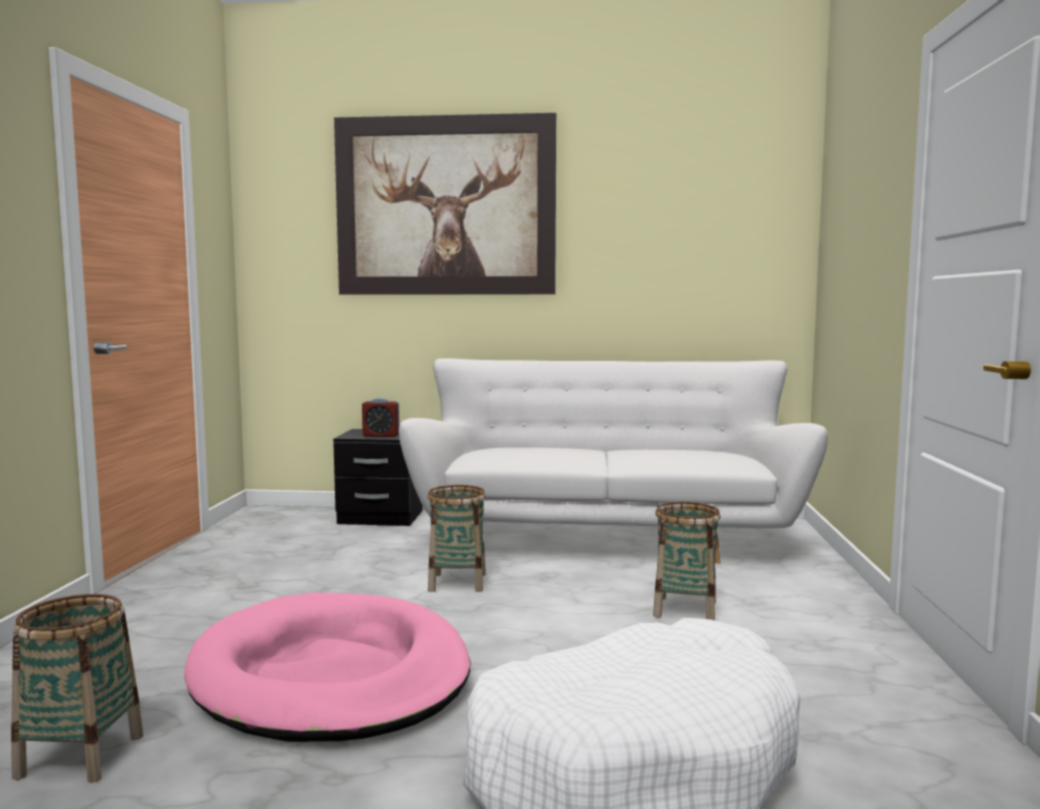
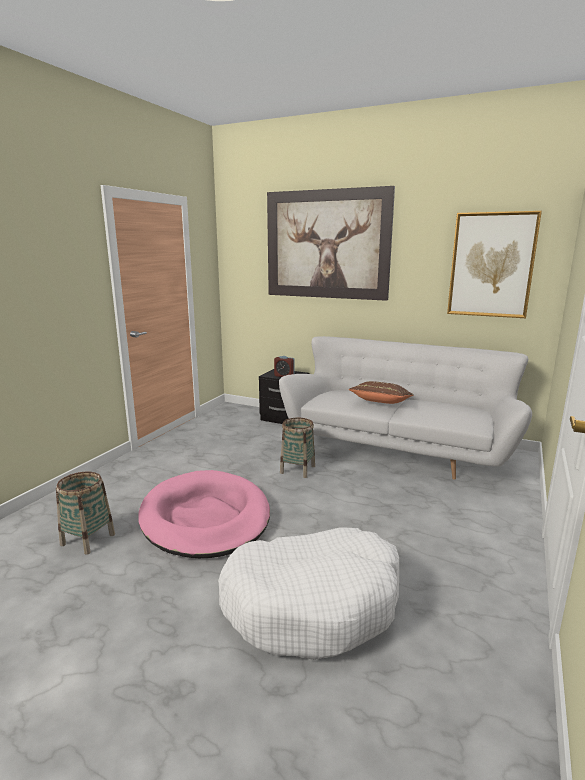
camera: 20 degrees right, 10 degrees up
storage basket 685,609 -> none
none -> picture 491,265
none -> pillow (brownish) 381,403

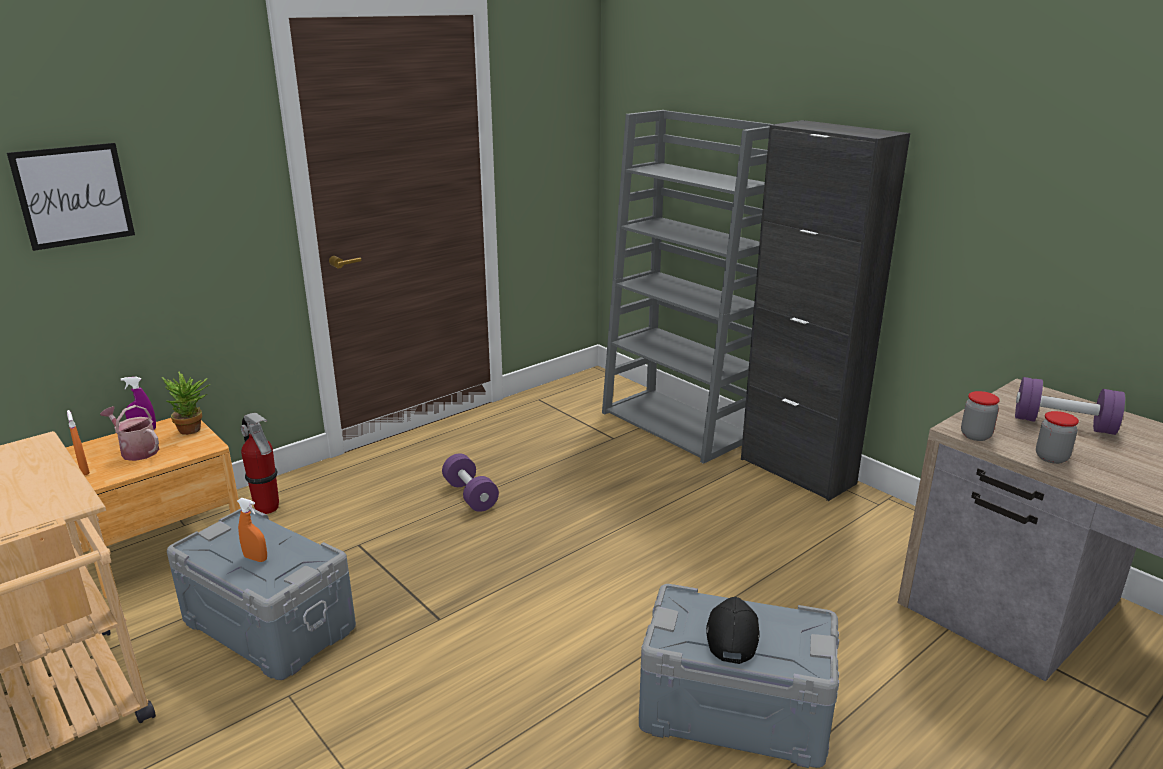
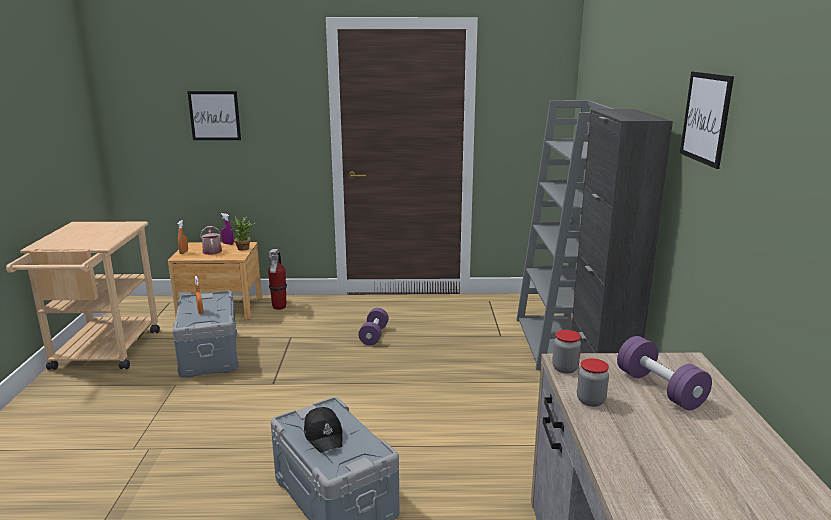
camera: 40 degrees right, 5 degrees down
baseball cap (blackish) 731,635 -> baseball cap (blackish) 324,435, 105 degrees clockwise
none -> picture 706,118

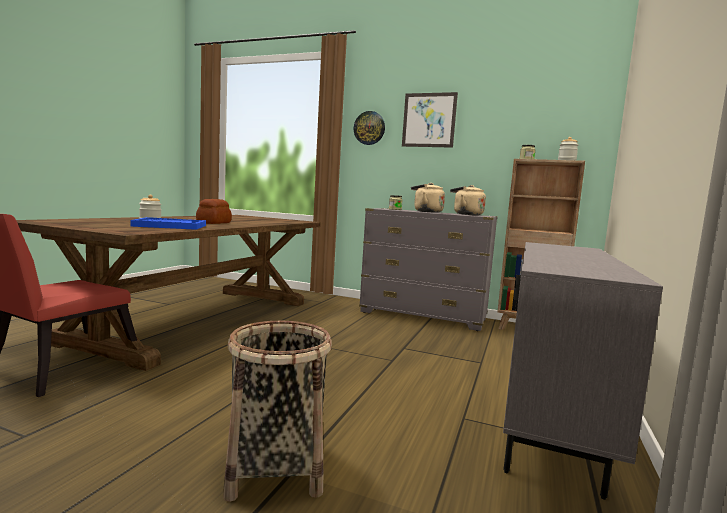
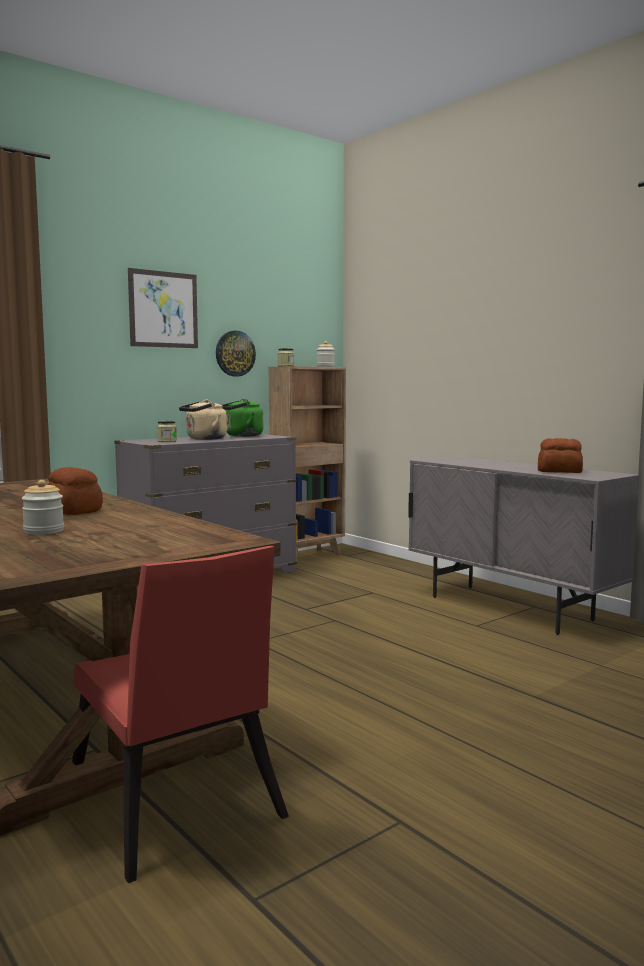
camera: 60 degrees left, 0 degrees up
clock on the wall 369,128 -> clock on the wall 235,353, shifted
tea kettle (sand-coloured) 466,214 -> tea kettle (green-coloured) 241,436
serving tray (blue-coloured) 170,226 -> none
storage basket 276,469 -> none
none -> bakery bread 560,471

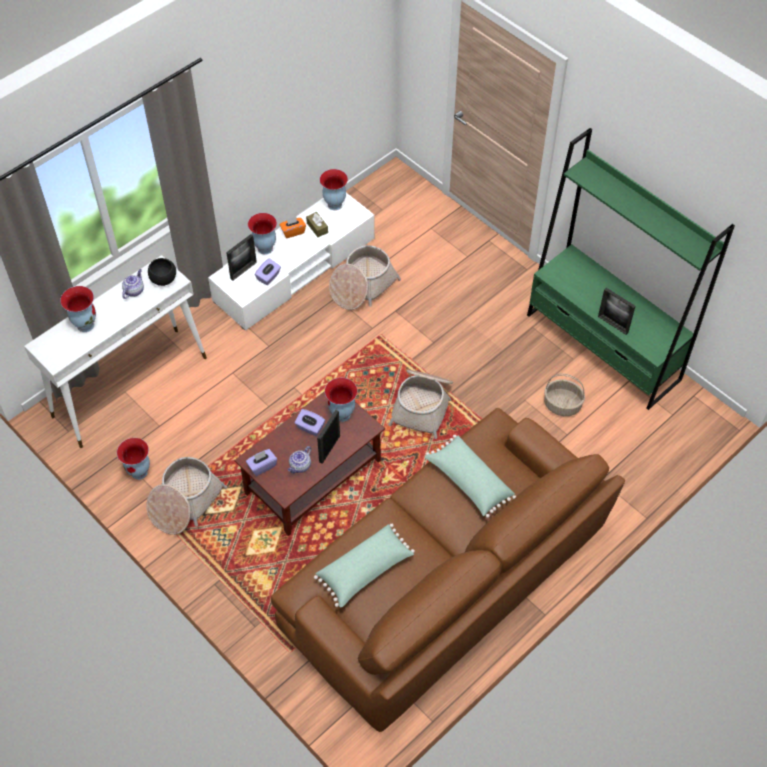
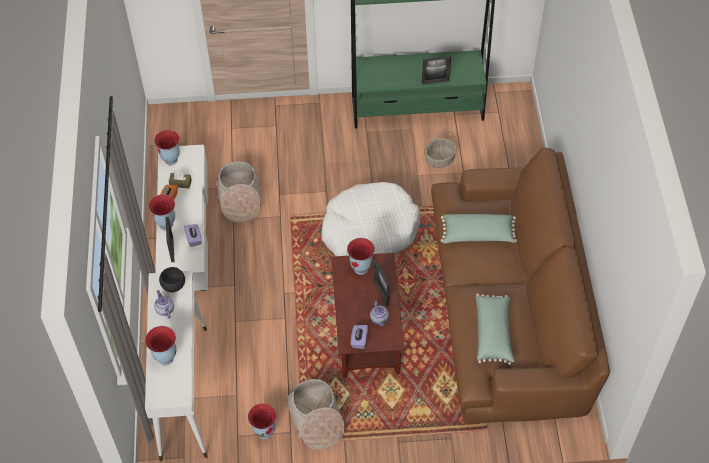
camera: 50 degrees left, 0 degrees up
storage basket 423,405 -> pet bed (whitish) 369,231
tissue holder (purple-coloured) 310,427 -> none

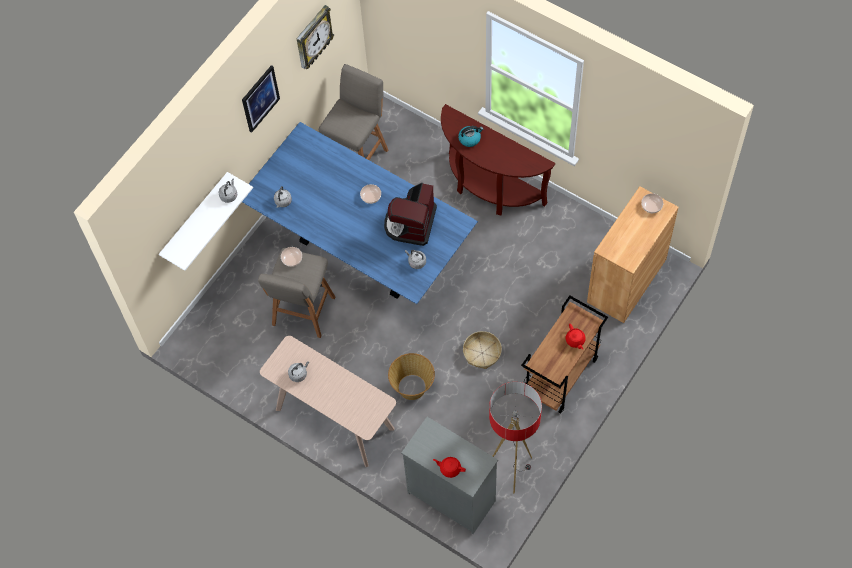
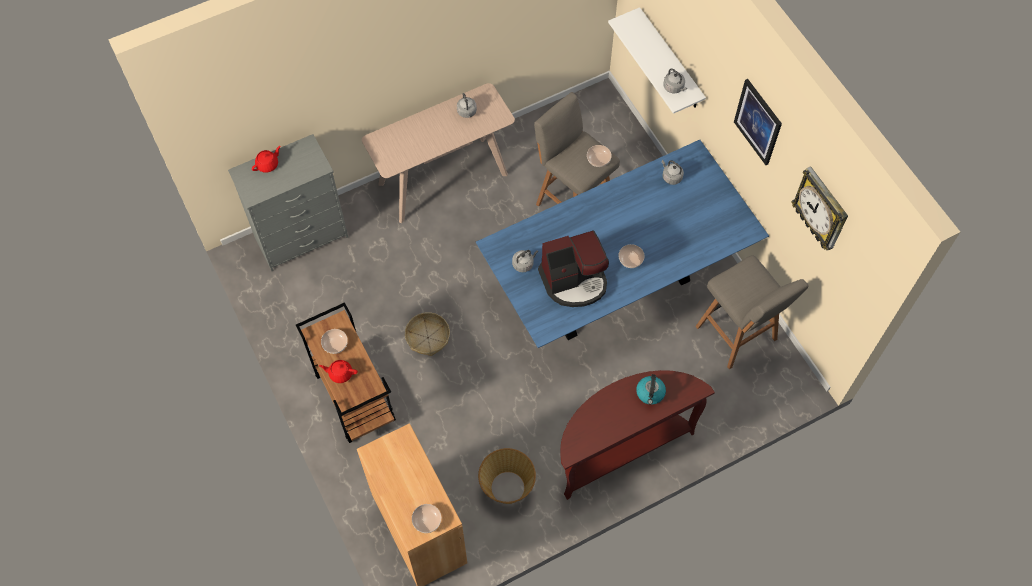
camera: 115 degrees right, 0 degrees up
coffee maker 410,223 -> coffee maker 574,281, 120 degrees clockwise
storage basket 412,387 -> storage basket 507,488, shifted
standard lamp 512,470 -> none
none -> serving bowl 335,343

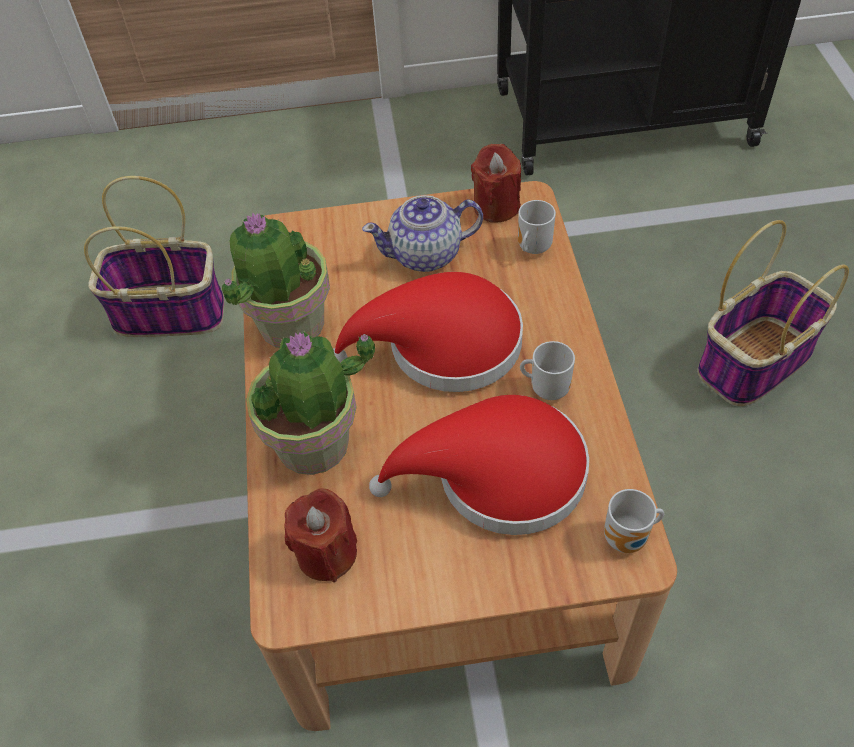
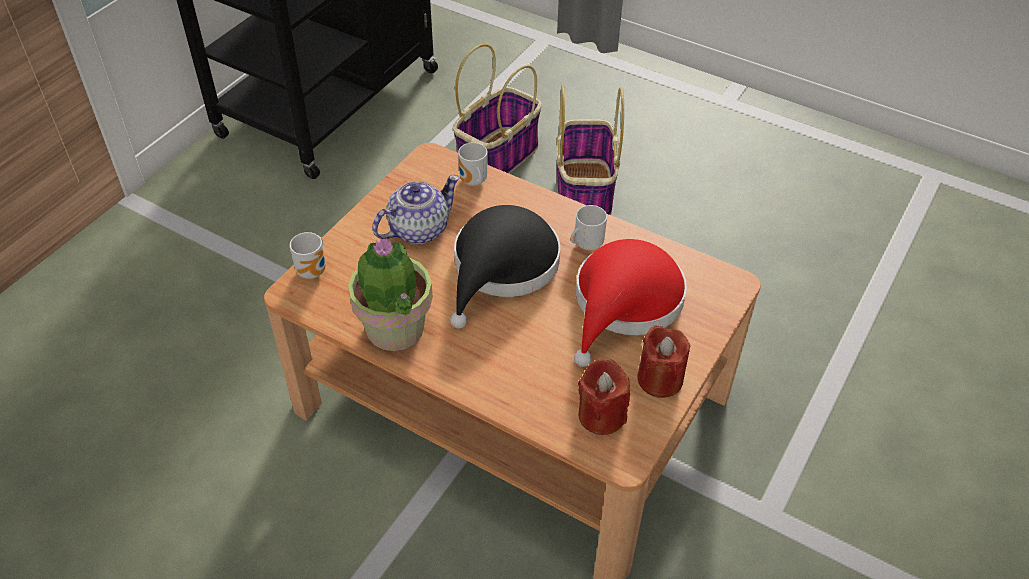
camera: 55 degrees left, 5 degrees down
wax candle (reddish) 496,207 -> wax candle (reddish) 660,379, shifted
storage basket 171,312 -> storage basket 498,156, shifted
teapot 426,254 -> teapot 417,229, 150 degrees counterclockwise
hat (reddish) 443,346 -> hat (blackish) 502,268
potted plant 314,444 -> none
tea mug 628,539 -> tea mug 314,271, shifted

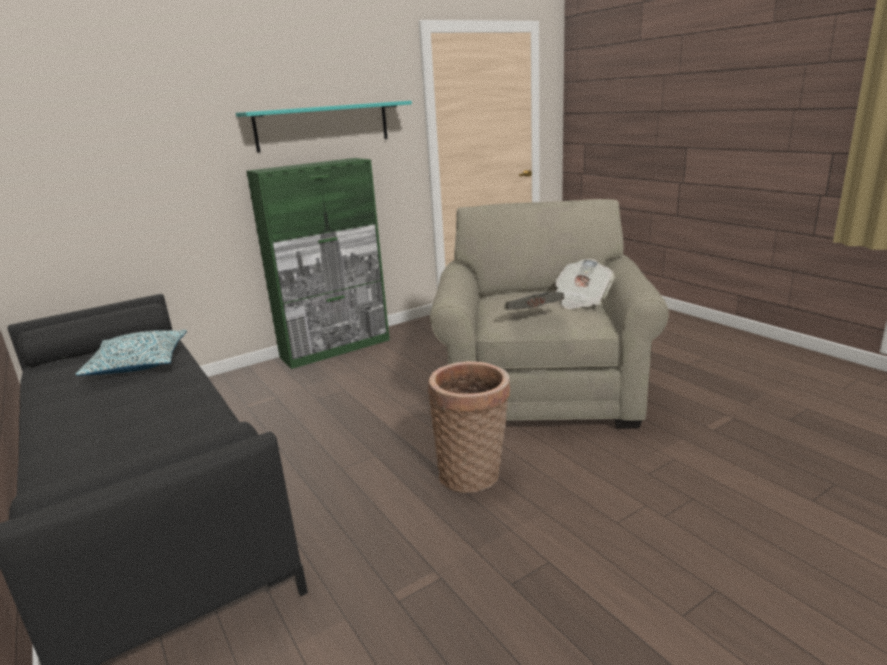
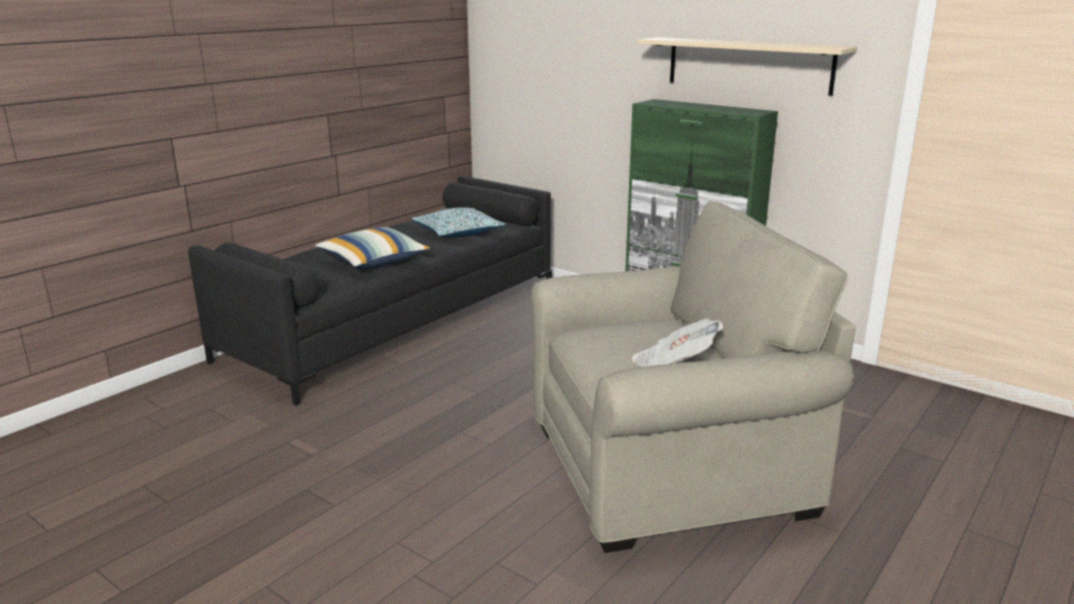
camera: 70 degrees right, 0 degrees up
bracket shelf (turquoise-coloured) 323,126 -> bracket shelf (sand-coloured) 748,65
printed paper 533,318 -> none
storage basket 473,474 -> none
none -> pillow 374,262

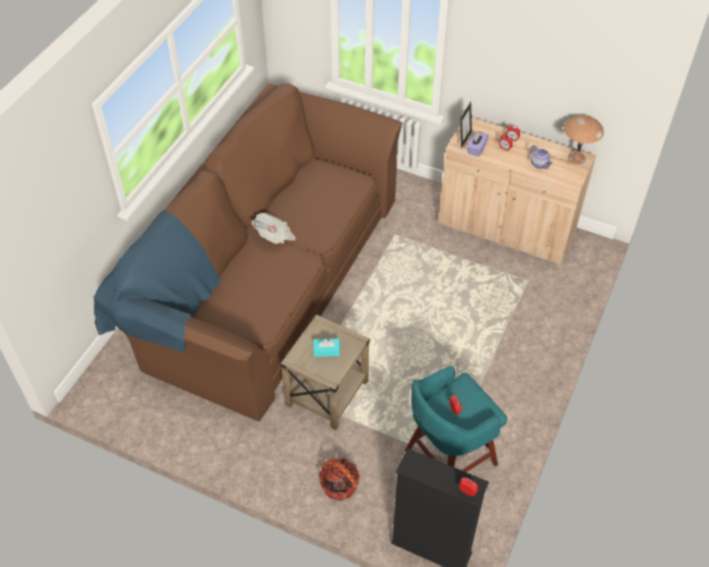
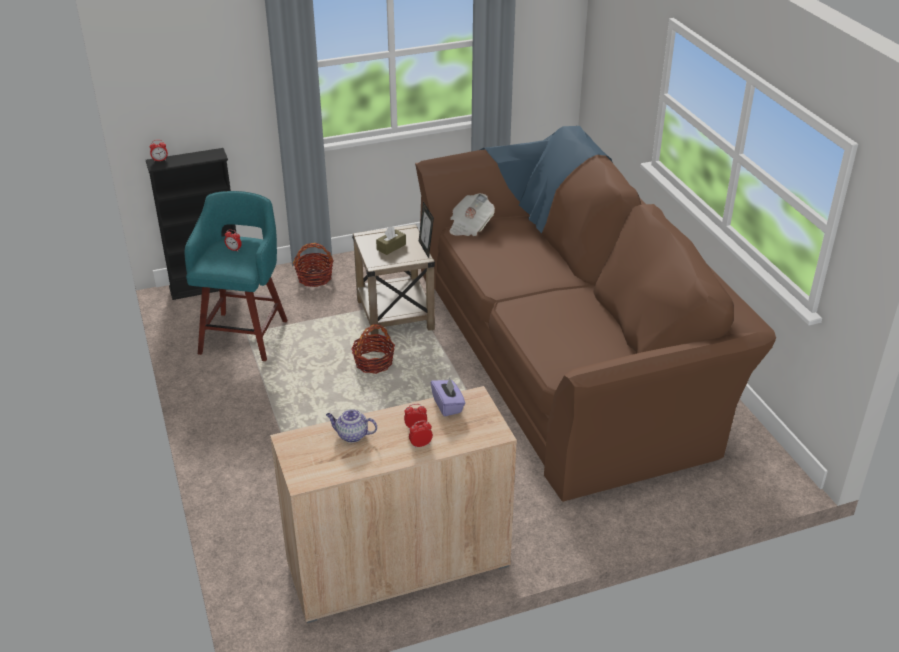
camera: 135 degrees right, 15 degrees down
picture frame 464,139 -> picture frame 426,249, shifted
table lamp (brownish) 576,158 -> none
printed paper 275,236 -> printed paper 469,226, shifted
tissue holder (turquoise-coloured) 326,350 -> tissue holder (brownish) 391,247
none -> storage basket 373,362

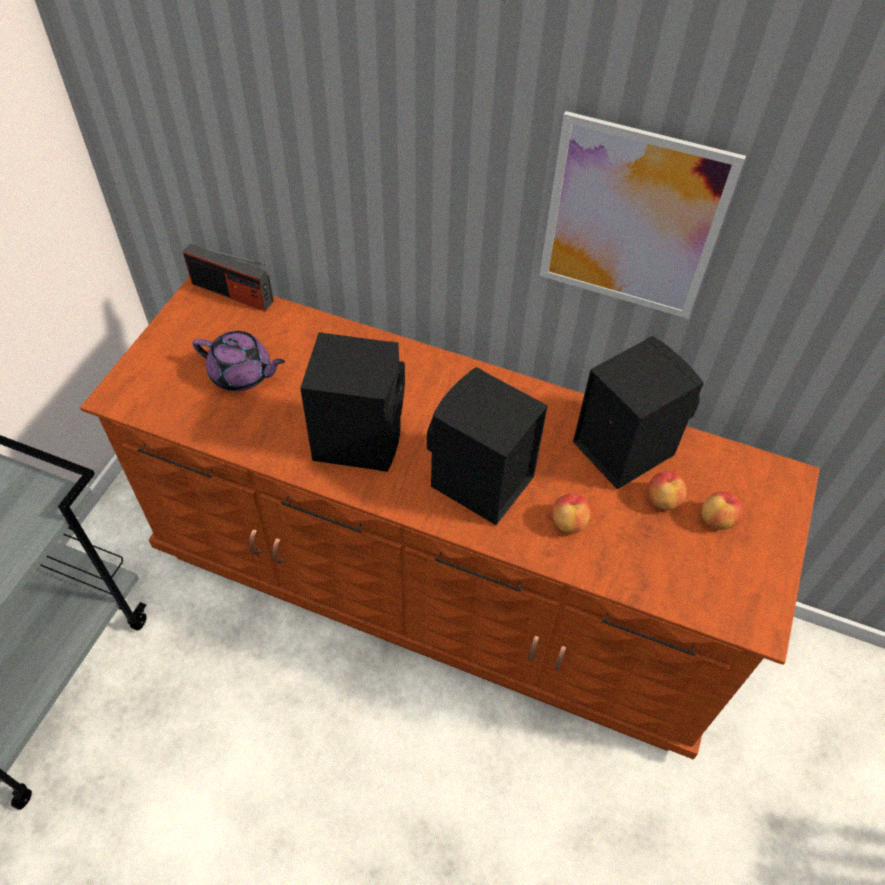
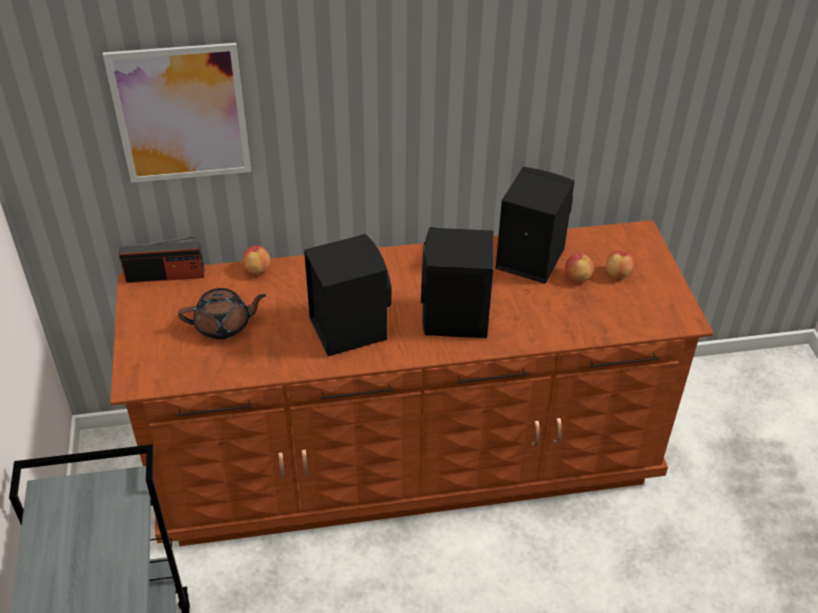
camera: 30 degrees left, 10 degrees down
picture 632,220 -> picture 181,114, shifted
teapot (purple-coloured) 242,374 -> teapot (brownish) 224,325
apple 568,522 -> apple 257,270, shifted

